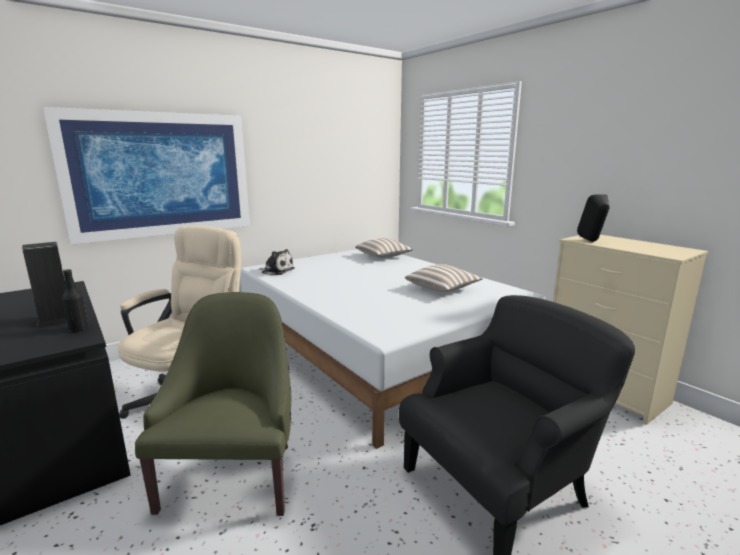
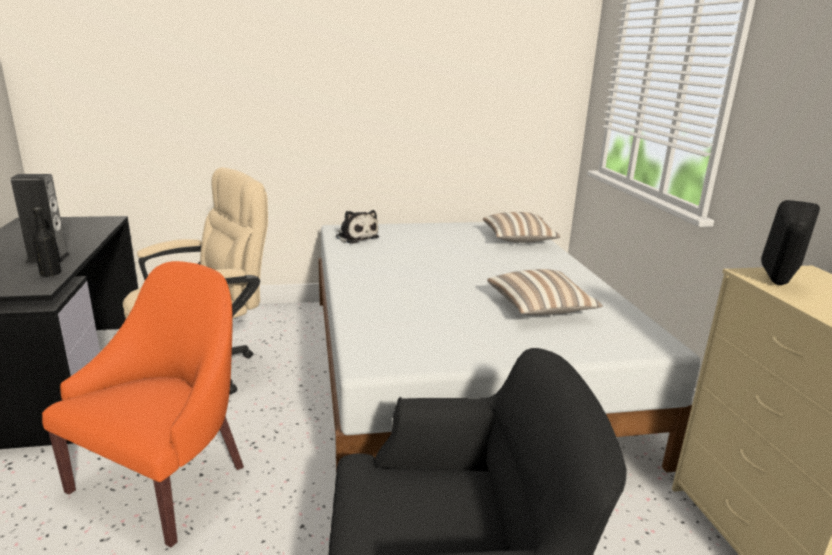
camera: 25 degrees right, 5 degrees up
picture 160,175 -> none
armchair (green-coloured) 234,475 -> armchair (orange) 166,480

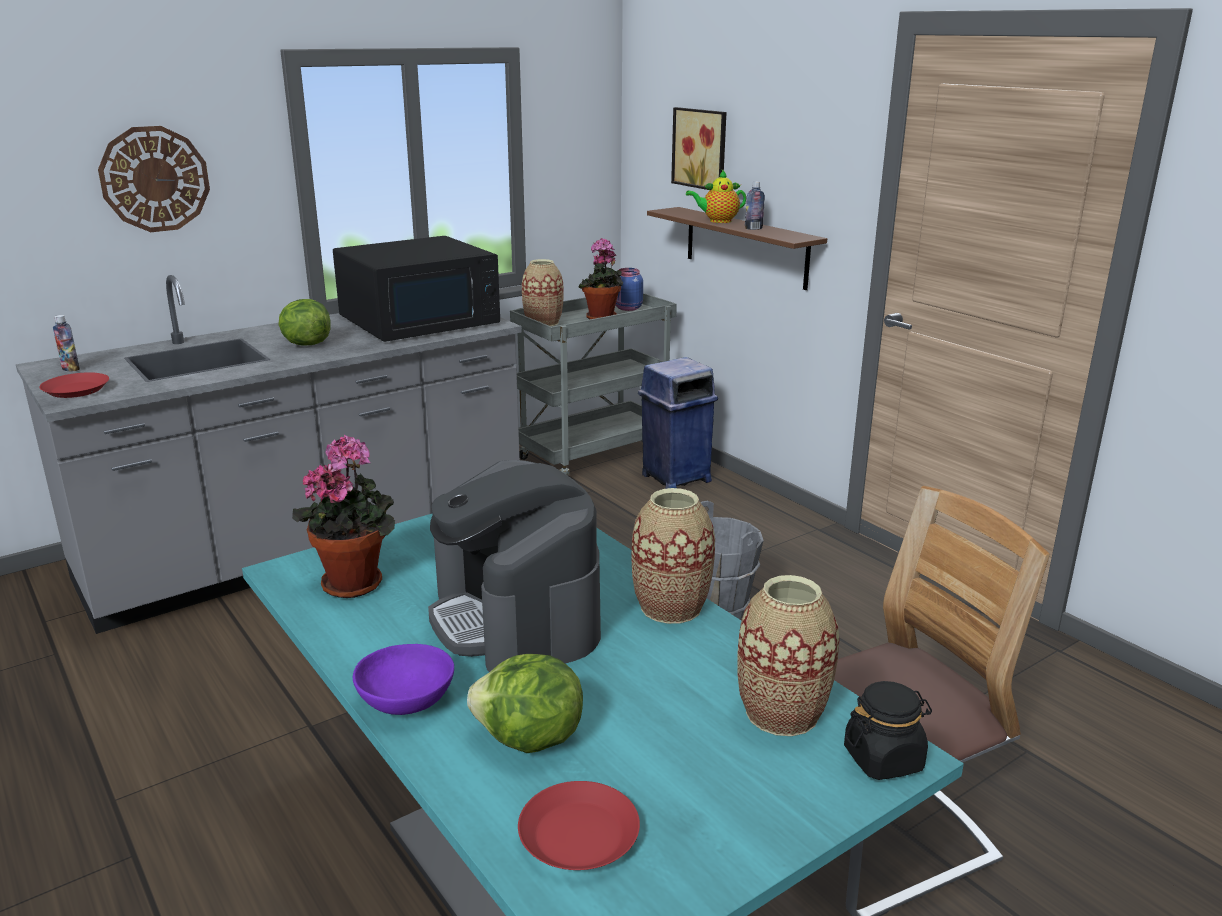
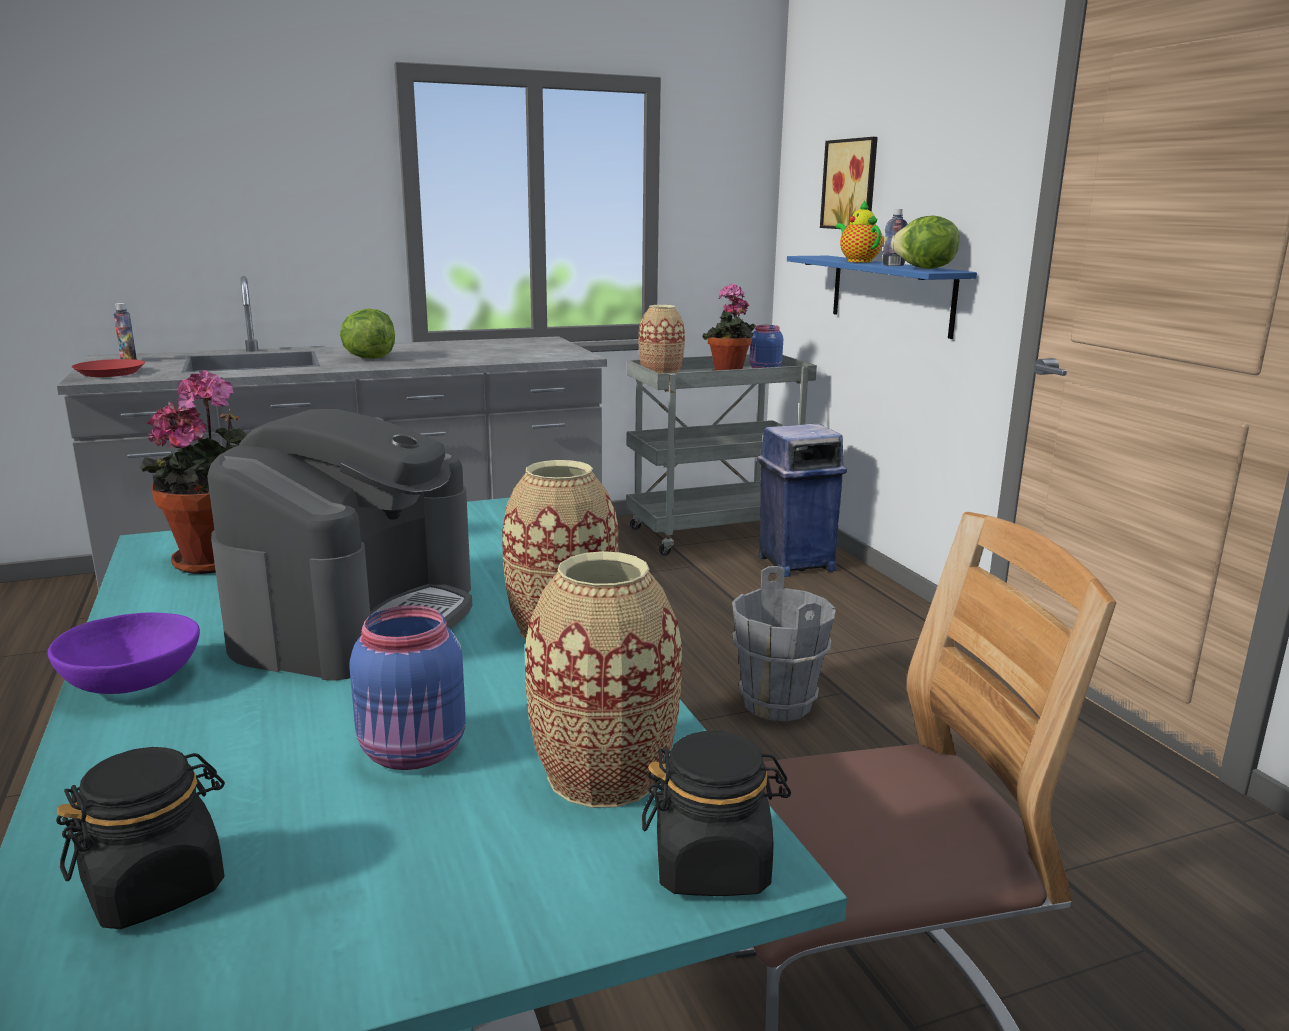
camera: 15 degrees right, 5 degrees down
clock on the wall 155,179 -> none
teapot 717,221 -> teapot 857,261, 60 degrees clockwise
bracket shelf (brownish) 746,247 -> bracket shelf (blue-coloured) 891,294
microwave oven (blackish) 420,321 -> none
coffee maker 516,619 -> coffee maker 357,617, 150 degrees counterclockwise
head of lettuce 529,740 -> head of lettuce 924,269, shifted
flat dish (reddish) 579,836 -> jar (blackish) 156,887
none -> jar (blue-coloured) 415,753

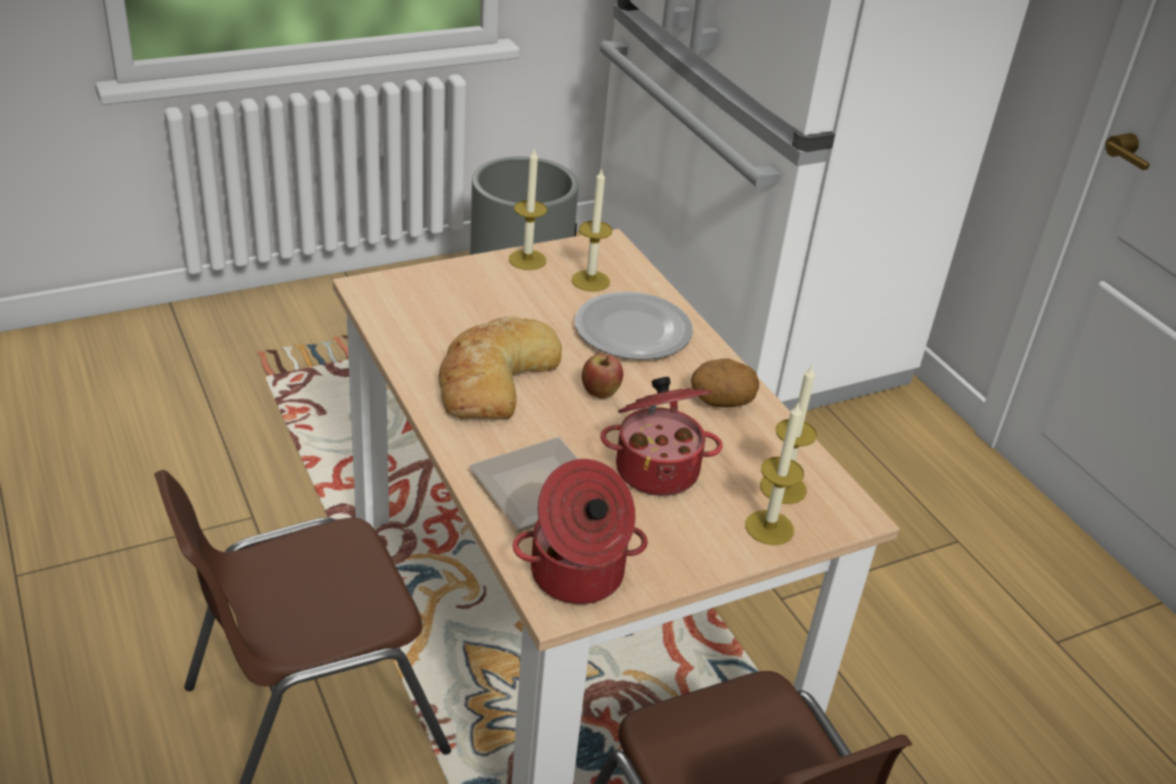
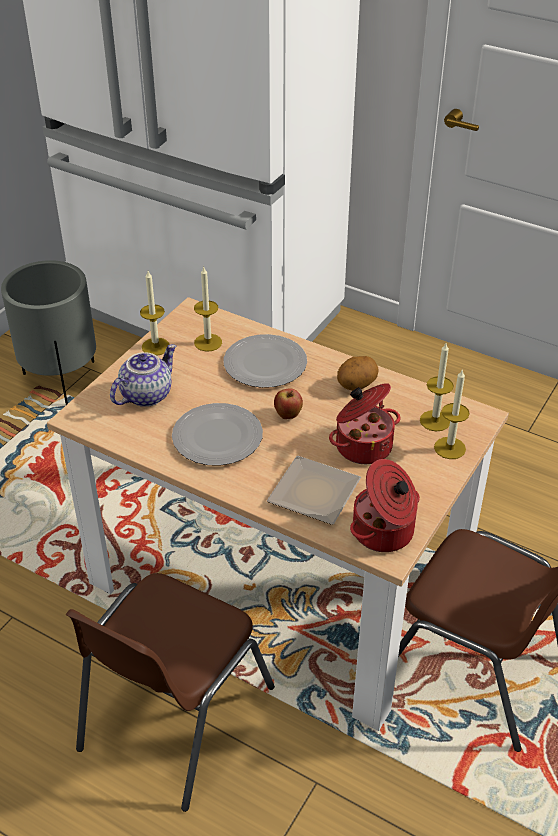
camera: 30 degrees left, 5 degrees up
bakery bread 493,378 -> flat dish 218,438
none -> teapot 146,394

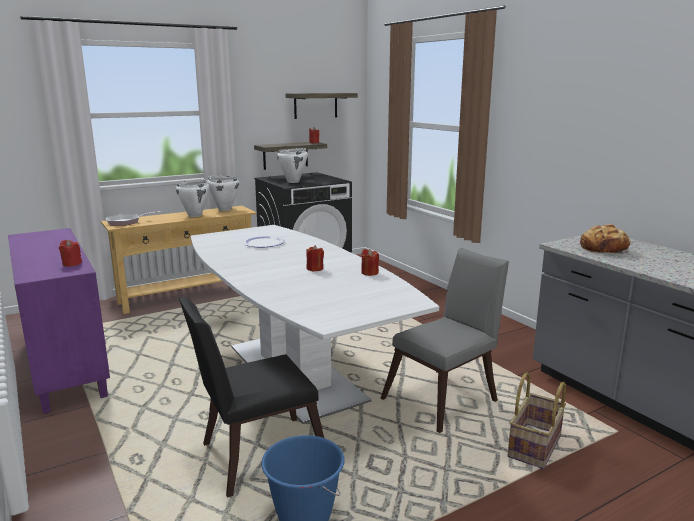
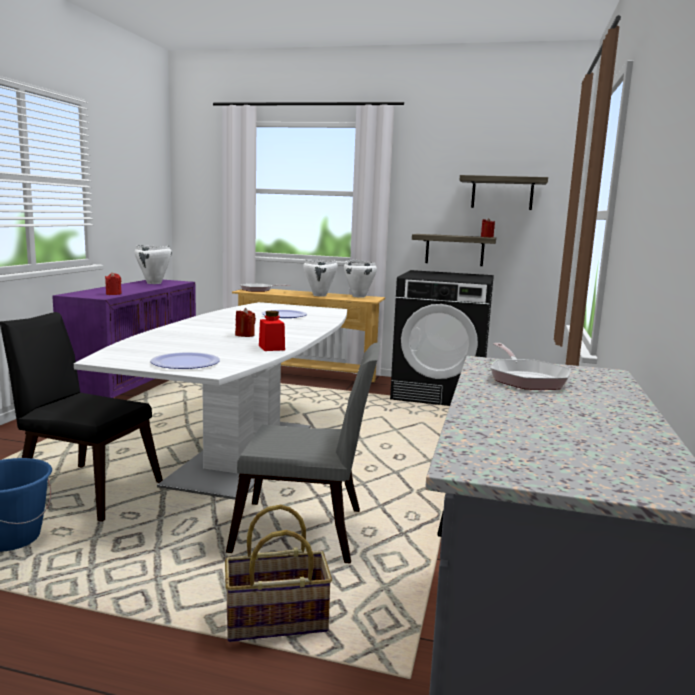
camera: 45 degrees right, 5 degrees down
cooking pot (whitish) 293,182 -> cooking pot (whitish) 154,283, shifted
bakery bread 604,249 -> pan 526,378
wax candle (reddish) 369,273 -> jar (reddish) 271,347
none -> flat dish 185,363

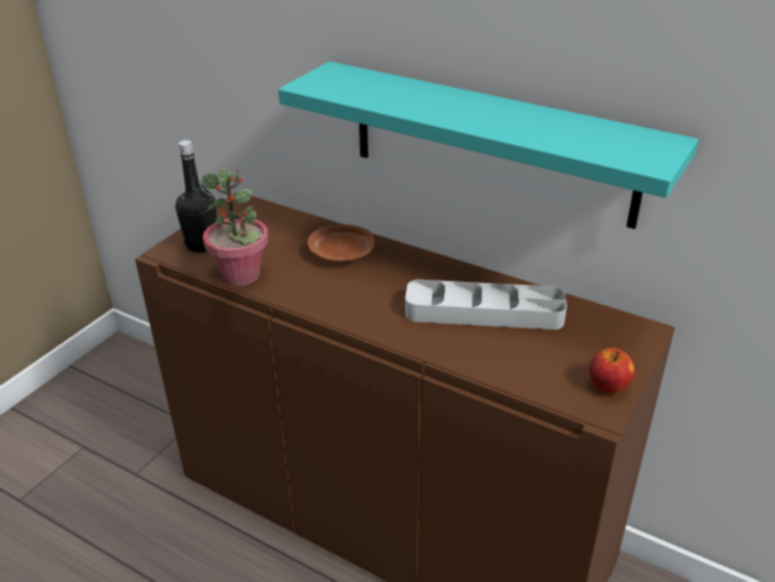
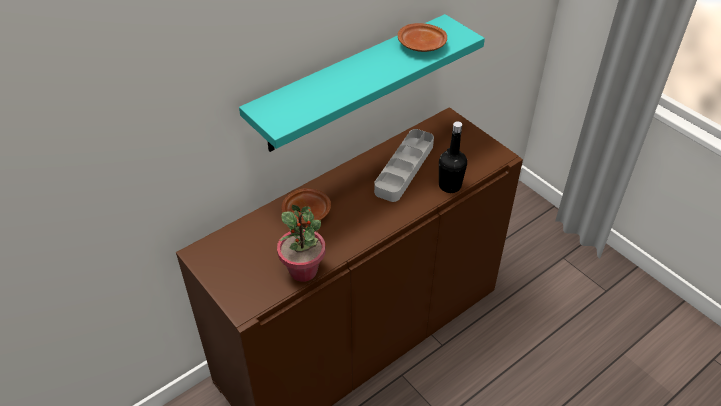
camera: 70 degrees left, 10 degrees up
beverage bottle (blackish) 202,245 -> beverage bottle (blackish) 450,186, shifted
apple 608,386 -> none
none -> flat dish (brownish) 422,45

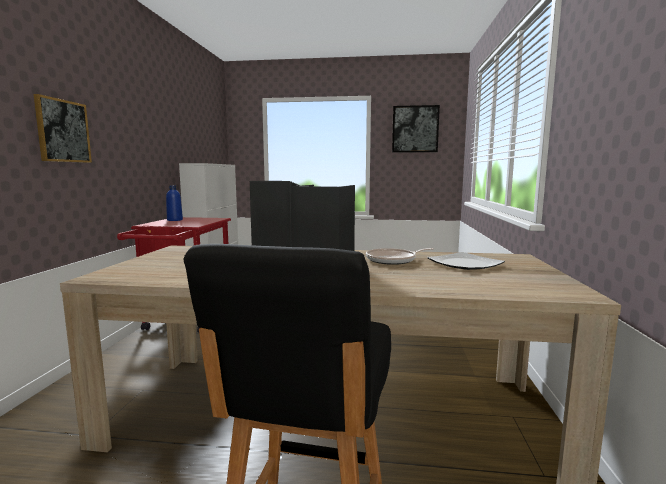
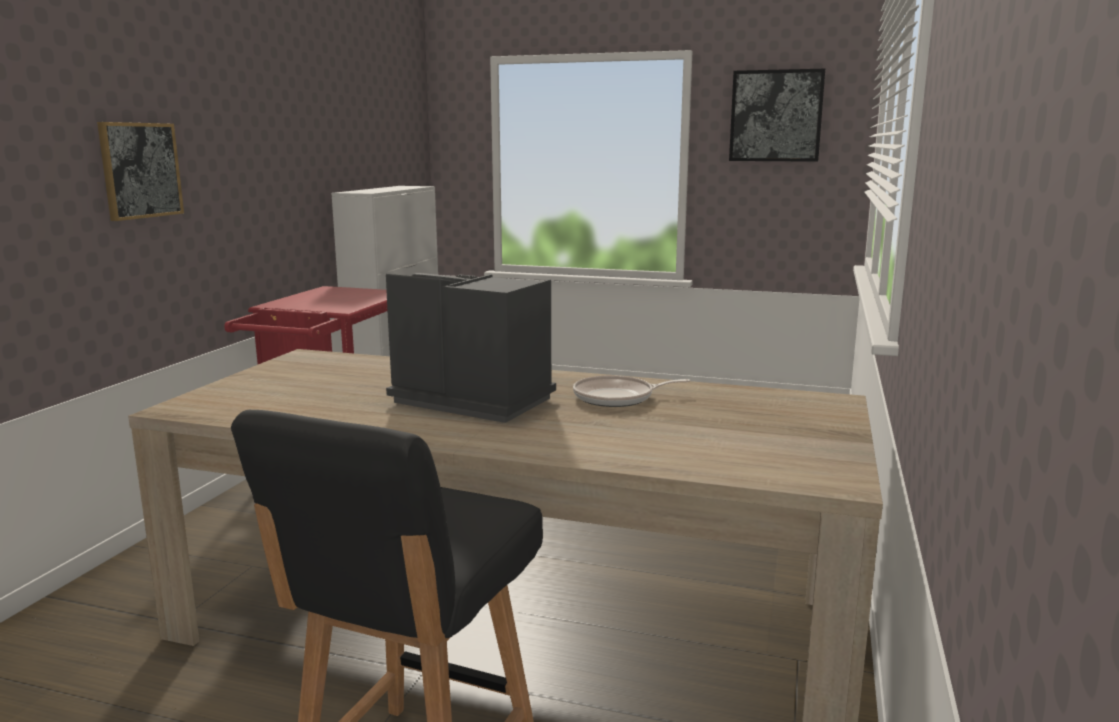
camera: 10 degrees right, 5 degrees up
beverage bottle (blue-coloured) 175,220 -> none
flat dish 465,264 -> none

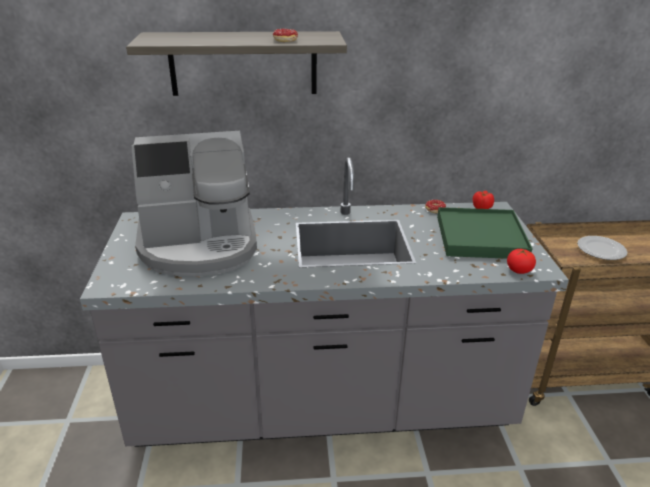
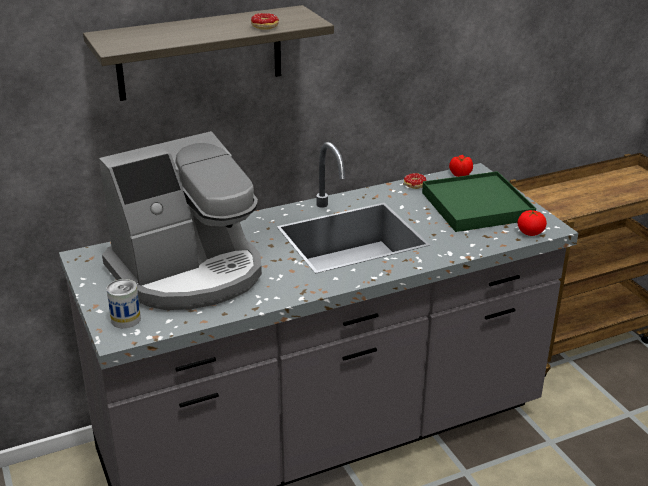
camera: 20 degrees left, 0 degrees up
flat dish 601,250 -> none
none -> metal can 126,319

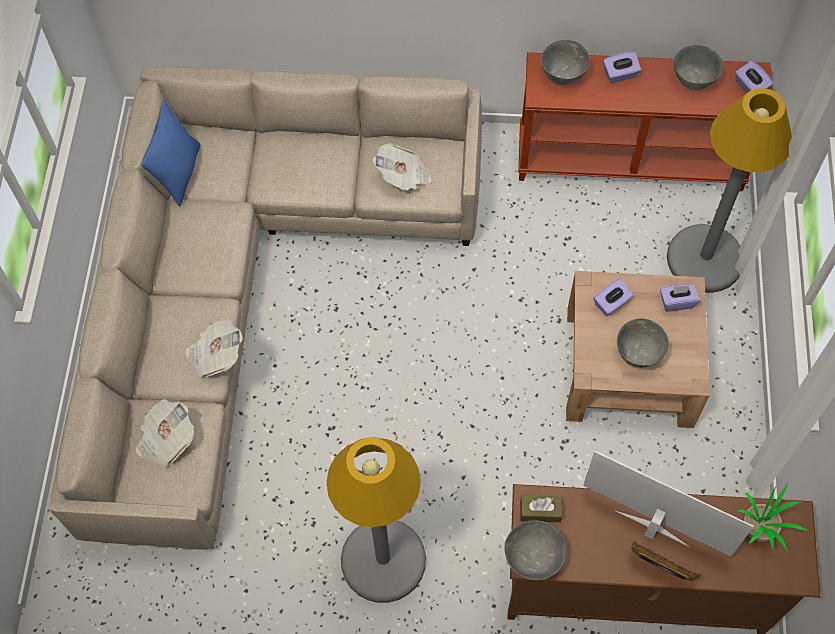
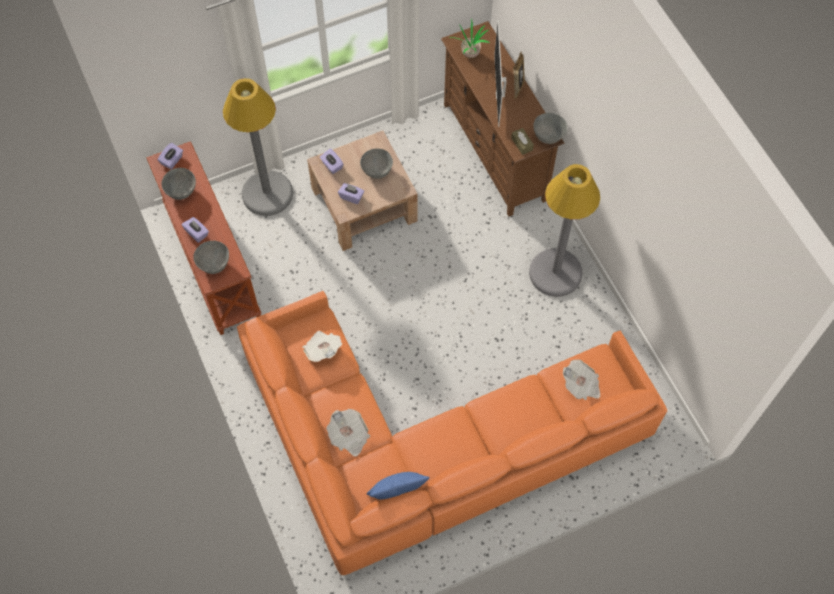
camera: 120 degrees left, 0 degrees up
settee (sand-coloured) 247,281 -> settee (orange) 428,444
printed paper 215,355 -> printed paper 349,436, shifted

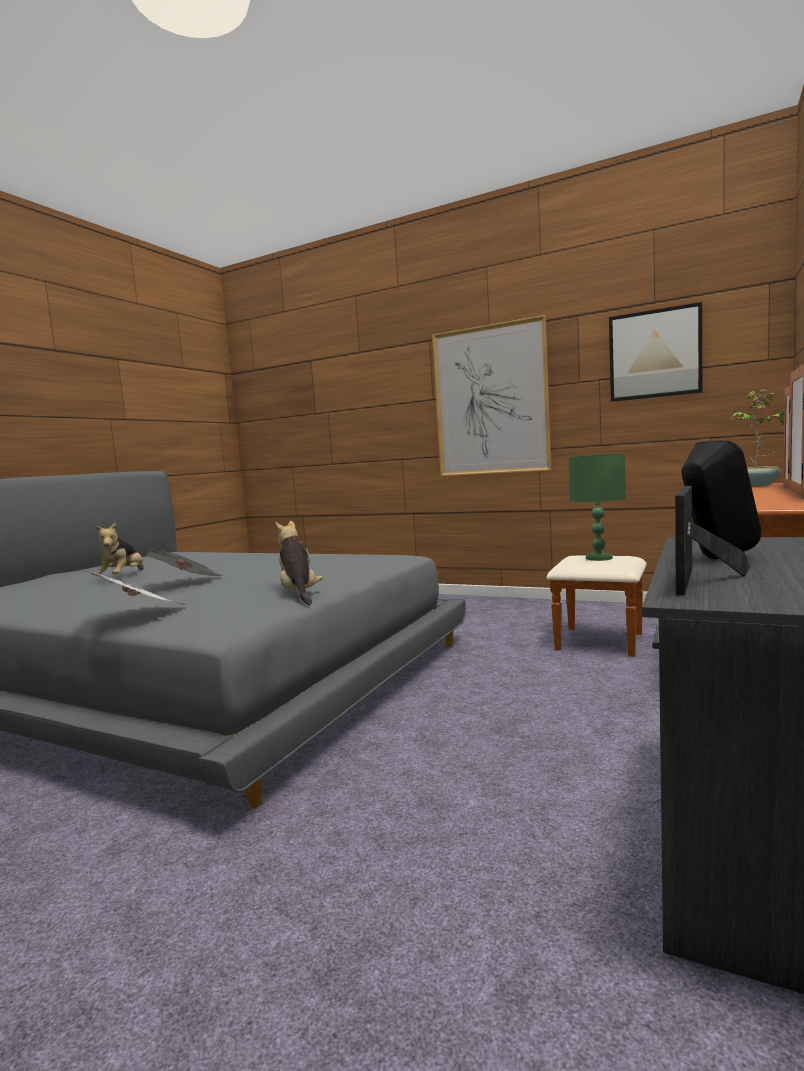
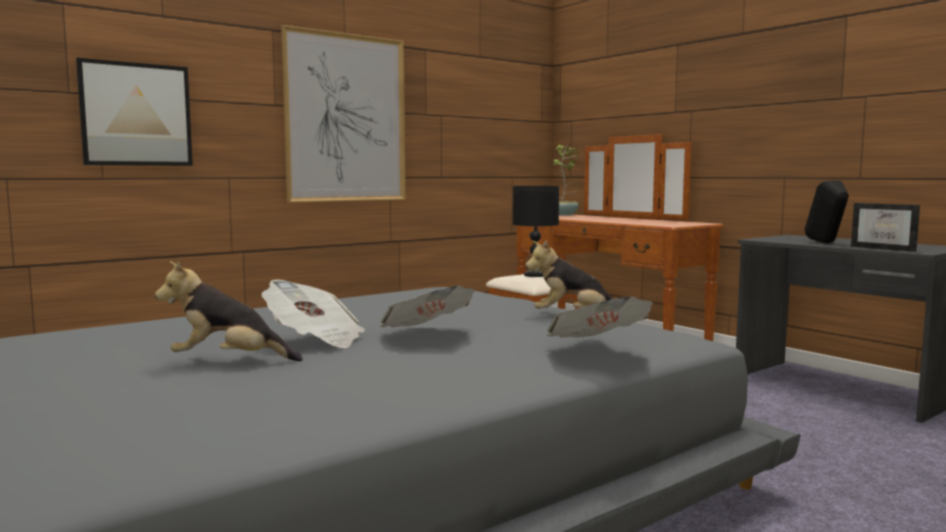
camera: 65 degrees left, 0 degrees up
picture 654,354 -> picture 136,114, shifted
table lamp (green-coloured) 598,558 -> table lamp (blackish) 534,275
plush toy 123,577 -> plush toy 229,362, 150 degrees clockwise
none -> printed paper 315,339

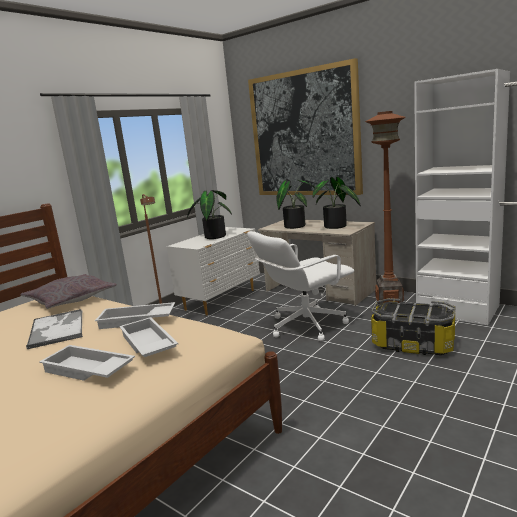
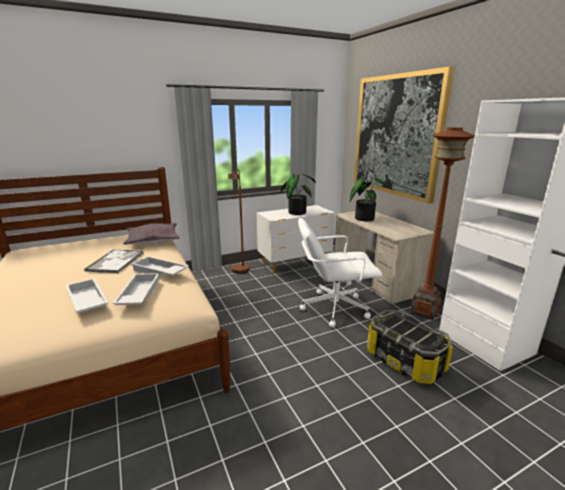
camera: 25 degrees right, 5 degrees up
potted plant 336,227 -> none

